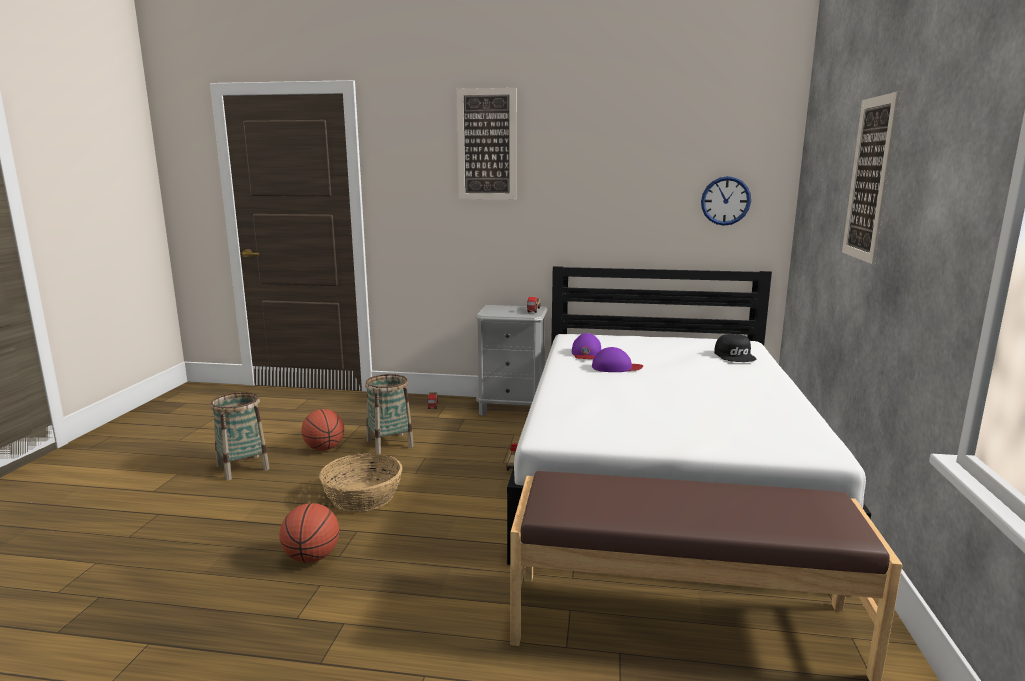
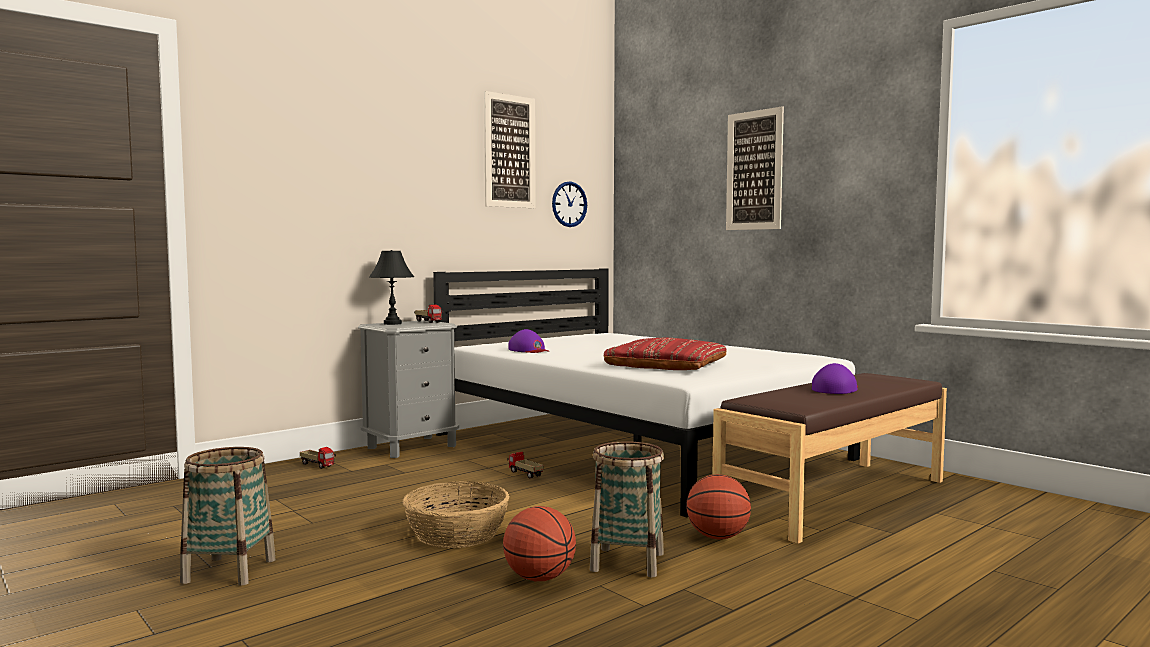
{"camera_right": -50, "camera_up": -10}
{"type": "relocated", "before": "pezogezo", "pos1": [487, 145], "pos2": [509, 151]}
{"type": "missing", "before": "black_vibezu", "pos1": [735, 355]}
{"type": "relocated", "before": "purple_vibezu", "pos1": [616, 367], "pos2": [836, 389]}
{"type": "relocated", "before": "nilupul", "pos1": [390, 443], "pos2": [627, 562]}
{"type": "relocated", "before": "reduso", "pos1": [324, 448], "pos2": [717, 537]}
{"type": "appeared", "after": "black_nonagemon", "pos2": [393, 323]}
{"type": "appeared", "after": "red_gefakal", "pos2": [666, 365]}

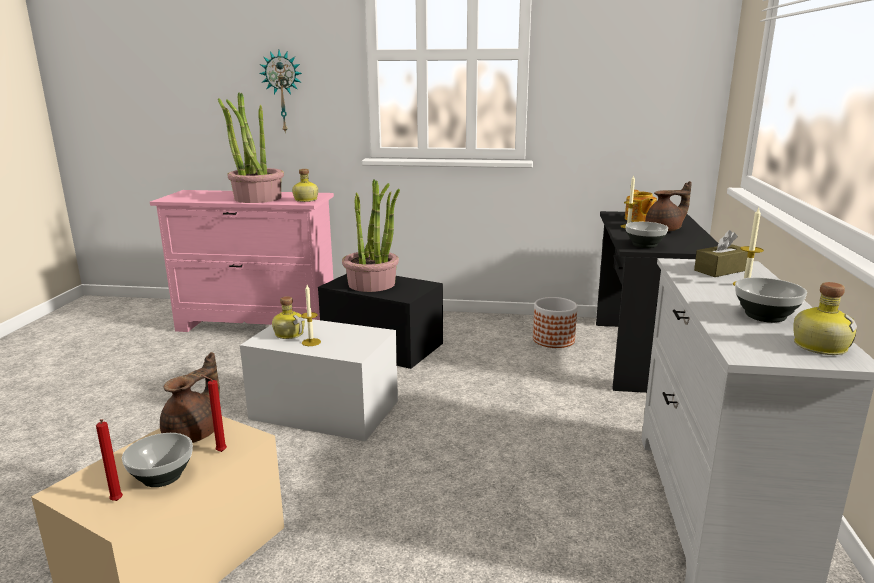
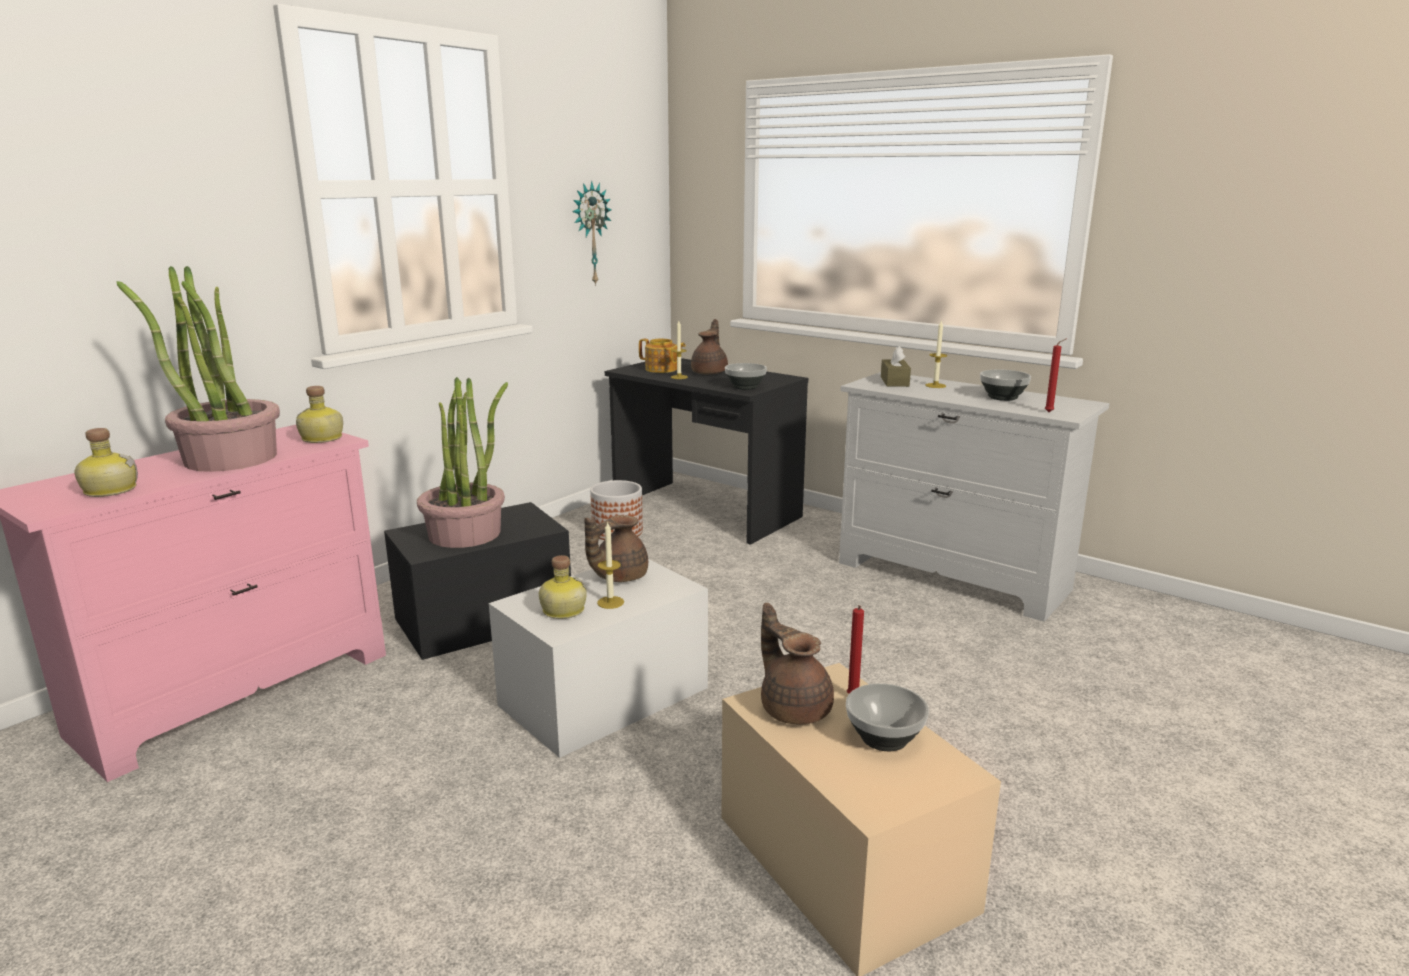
{"camera_right": -60, "camera_up": 0}
{"type": "relocated", "before": "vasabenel", "pos1": [283, 92], "pos2": [590, 233]}
{"type": "relocated", "before": "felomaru", "pos1": [819, 345], "pos2": [109, 490]}
{"type": "relocated", "before": "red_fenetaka", "pos1": [116, 502], "pos2": [1050, 412]}
{"type": "appeared", "after": "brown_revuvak", "pos2": [618, 576]}

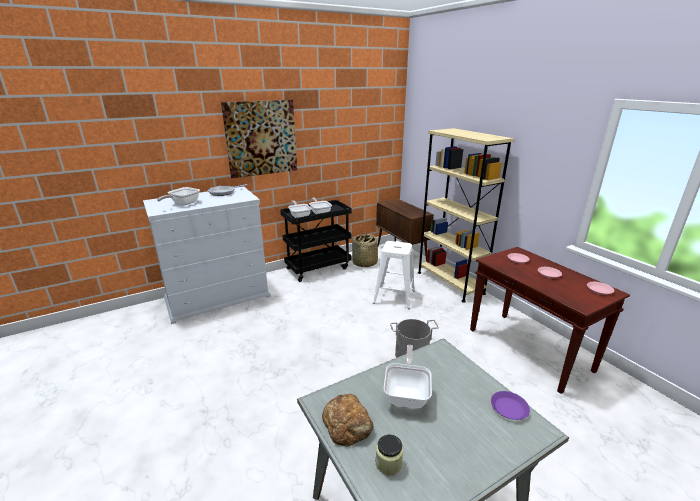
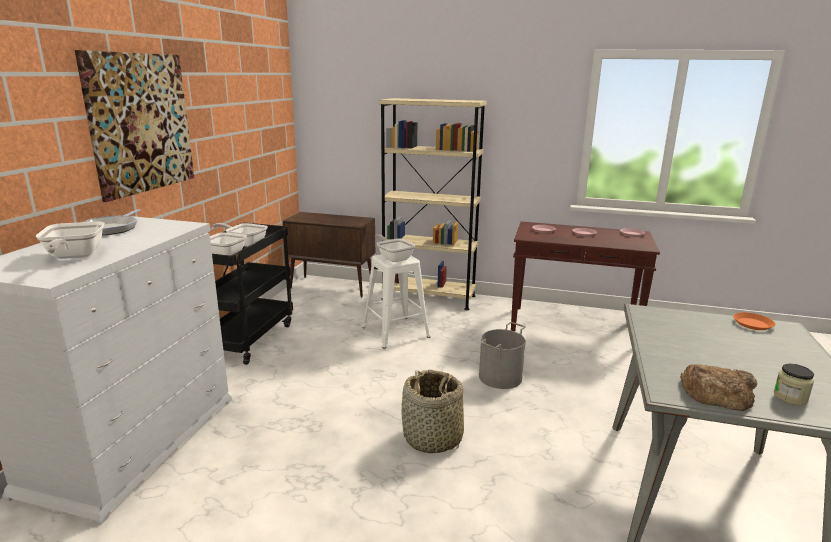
{"camera_right": -45, "camera_up": -5}
{"type": "relocated", "before": "nilupul", "pos1": [364, 263], "pos2": [432, 438]}
{"type": "relocated", "before": "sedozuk", "pos1": [407, 393], "pos2": [394, 258]}
{"type": "colour", "before": "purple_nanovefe", "after": "orange_nanovefe", "pos1": [509, 408], "pos2": [753, 324]}

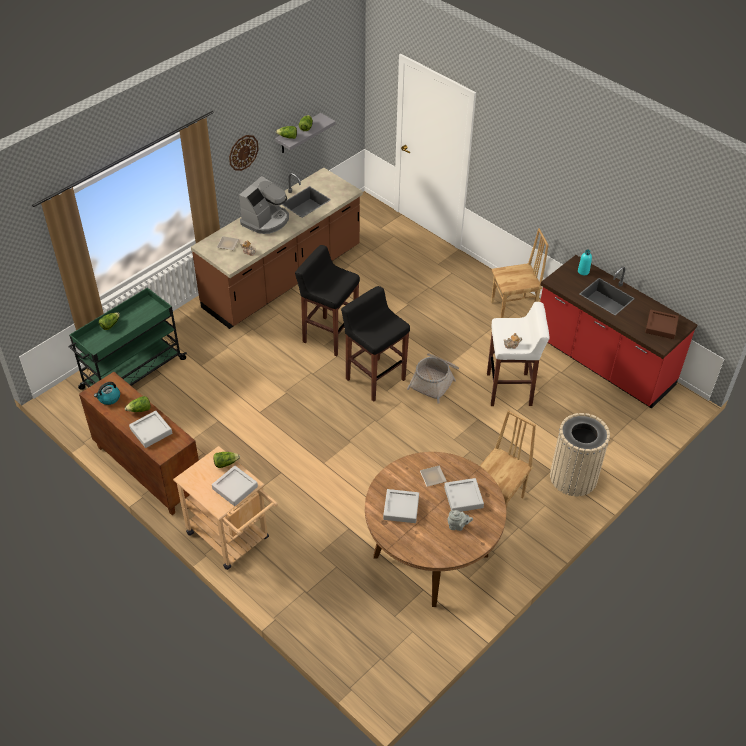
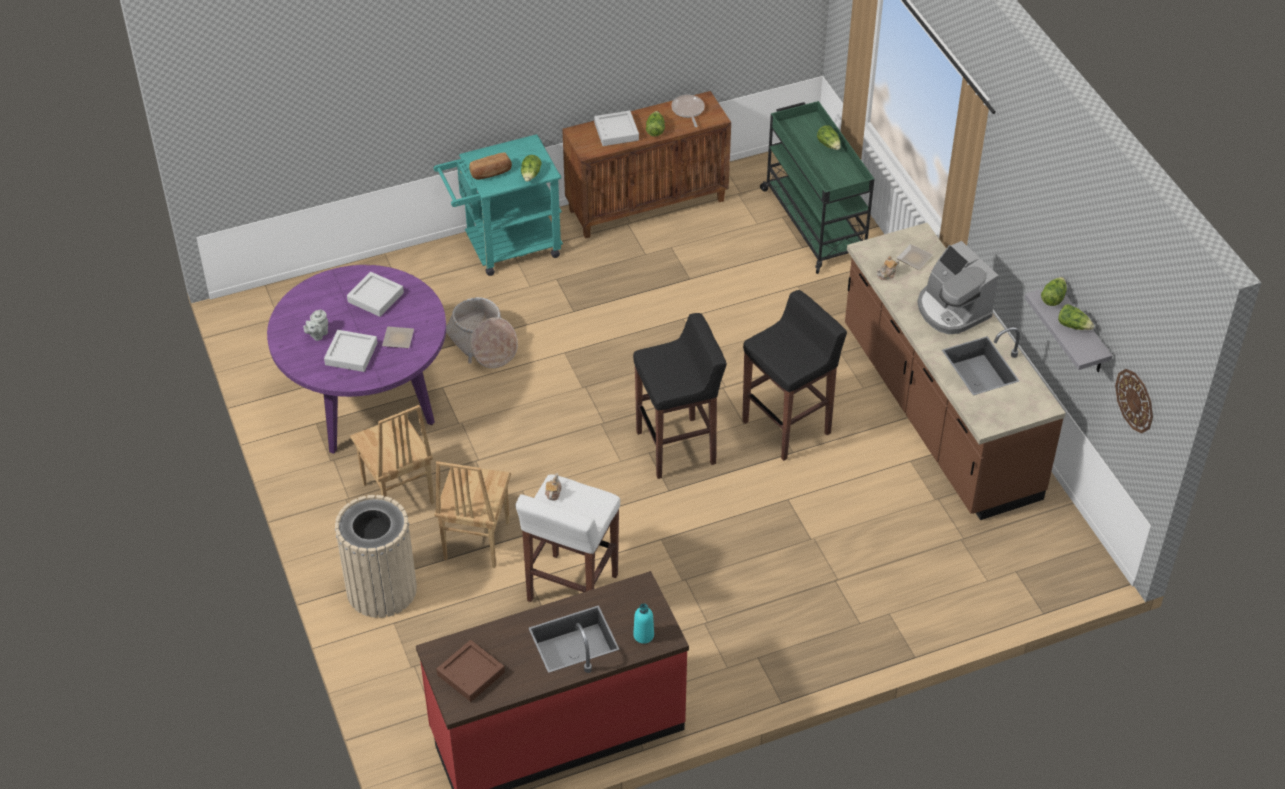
{"camera_right": 115, "camera_up": 0}
{"type": "relocated", "before": "vasabenel", "pos1": [243, 152], "pos2": [1135, 400]}
{"type": "relocated", "before": "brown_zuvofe", "pos1": [513, 310], "pos2": [475, 541]}
{"type": "relocated", "before": "nilupul", "pos1": [434, 381], "pos2": [483, 344]}
{"type": "exchanged", "before": "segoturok", "after": "sedozuk", "pos1": [109, 398], "pos2": [688, 110]}
{"type": "colour", "before": "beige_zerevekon", "after": "turquoise_zerevekon", "pos1": [232, 539], "pos2": [504, 248]}
{"type": "colour", "before": "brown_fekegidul", "after": "purple_fekegidul", "pos1": [430, 556], "pos2": [367, 401]}
{"type": "exchanged", "before": "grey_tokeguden", "after": "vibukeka", "pos1": [235, 488], "pos2": [491, 173]}

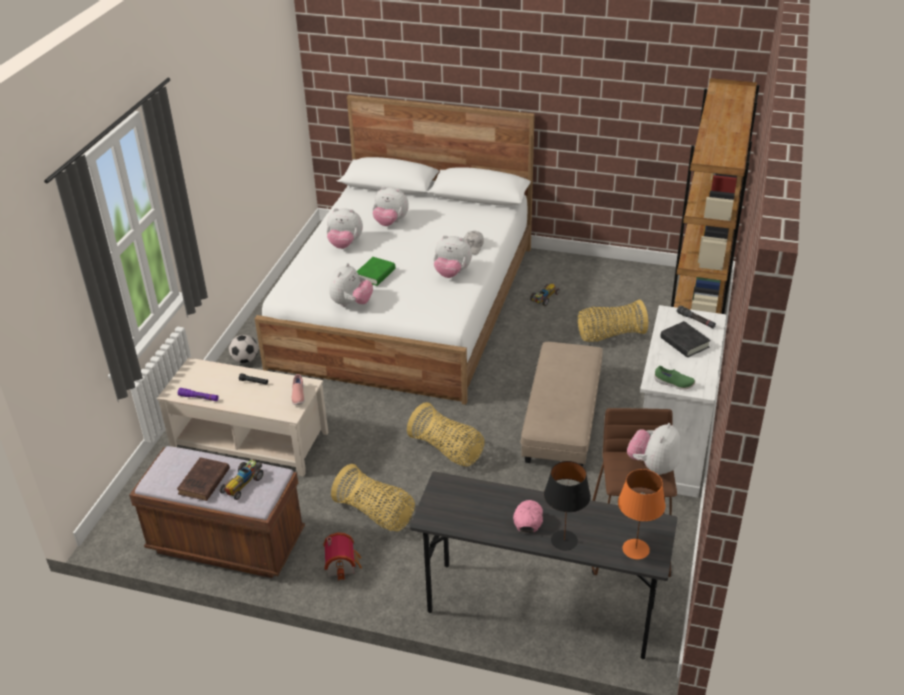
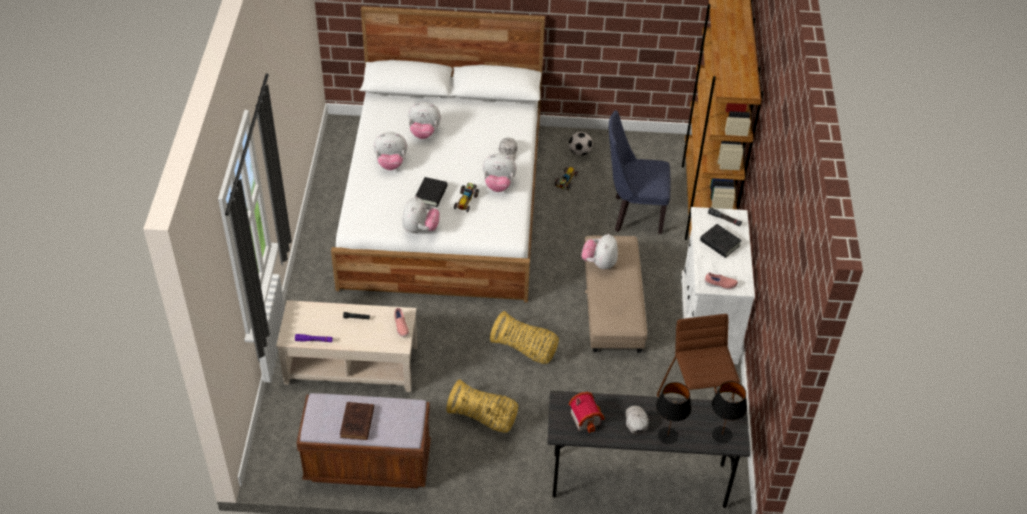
{"camera_right": -15, "camera_up": 10}
{"type": "colour", "before": "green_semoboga", "after": "black_semoboga", "pos1": [375, 274], "pos2": [431, 194]}
{"type": "exchanged", "before": "nilupul", "after": "blue_zuvofe", "pos1": [609, 335], "pos2": [632, 215]}
{"type": "relocated", "before": "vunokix", "pos1": [245, 360], "pos2": [580, 152]}
{"type": "colour", "before": "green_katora", "after": "pink_katora", "pos1": [673, 384], "pos2": [720, 285]}
{"type": "relocated", "before": "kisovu", "pos1": [653, 466], "pos2": [599, 263]}
{"type": "relocated", "before": "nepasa", "pos1": [243, 483], "pos2": [466, 200]}
{"type": "colour", "before": "orange_nonagemon", "after": "black_nonagemon", "pos1": [636, 549], "pos2": [722, 434]}
{"type": "colour", "before": "pink_vibezu", "after": "white_vibezu", "pos1": [528, 519], "pos2": [636, 421]}
{"type": "relocated", "before": "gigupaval", "pos1": [342, 564], "pos2": [587, 417]}

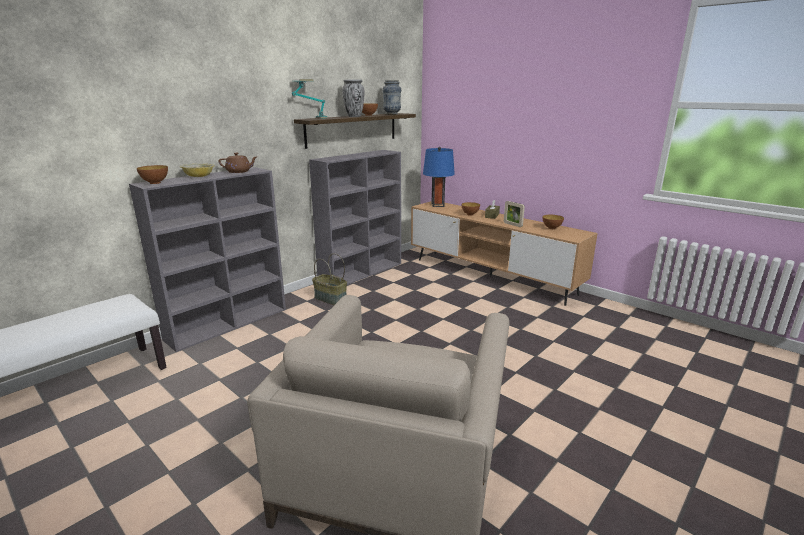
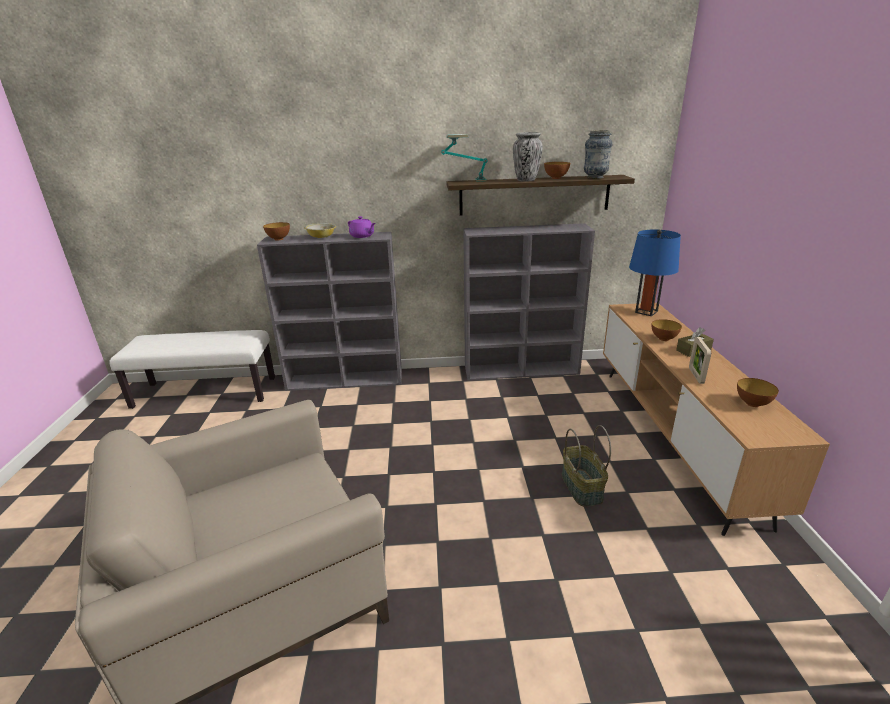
{"camera_right": 45, "camera_up": 5}
{"type": "colour", "before": "brown_revuvak", "after": "purple_revuvak", "pos1": [239, 171], "pos2": [362, 236]}
{"type": "relocated", "before": "nilupul", "pos1": [330, 299], "pos2": [580, 487]}

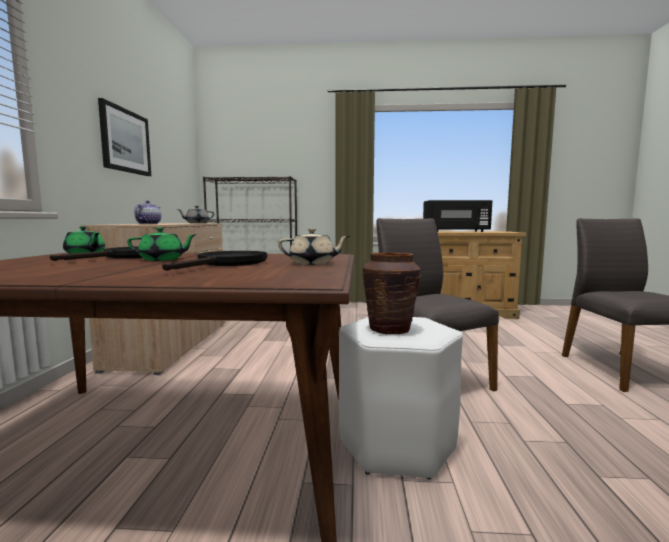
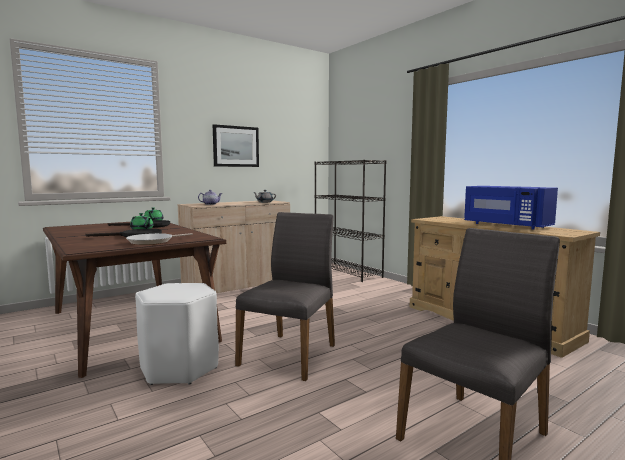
{"camera_right": 50, "camera_up": 0}
{"type": "colour", "before": "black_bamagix", "after": "blue_bamagix", "pos1": [456, 231], "pos2": [505, 225]}
{"type": "exchanged", "before": "beige_revuvak", "after": "sedozuk", "pos1": [313, 263], "pos2": [153, 242]}
{"type": "missing", "before": "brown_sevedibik", "pos1": [390, 329]}

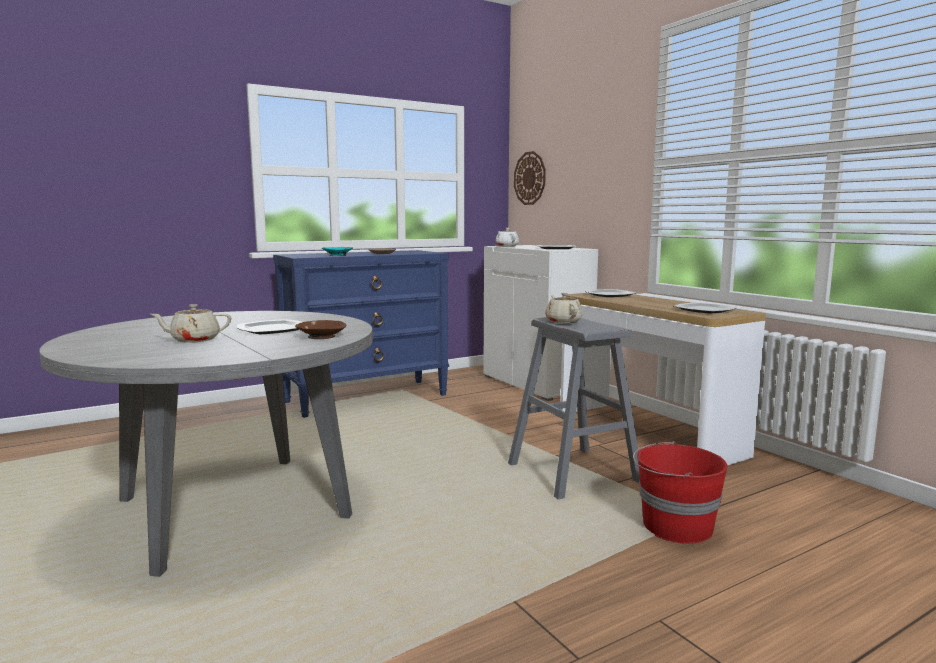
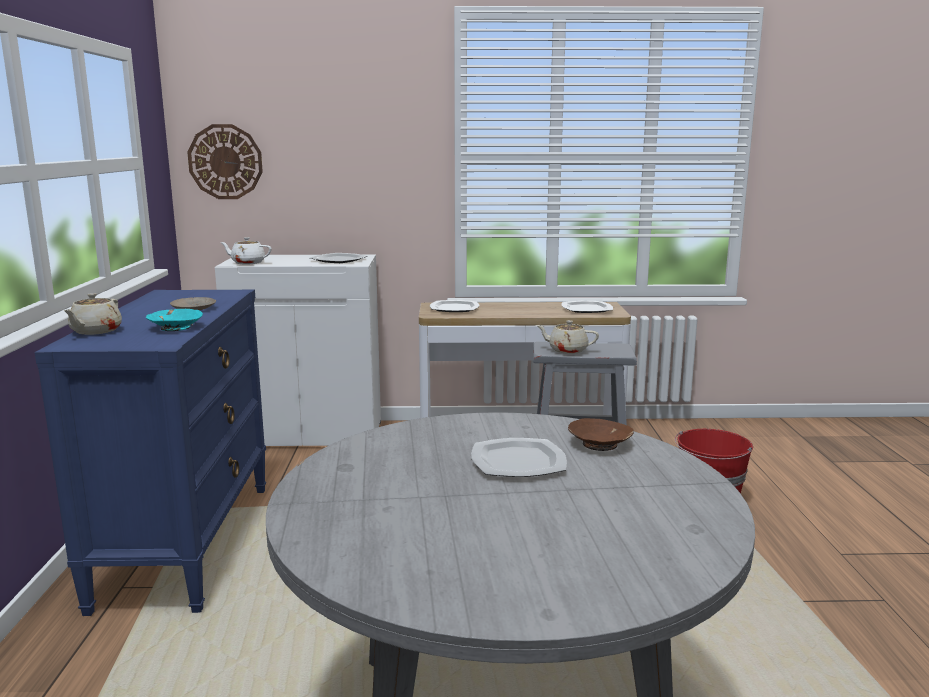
{"camera_right": -60, "camera_up": 5}
{"type": "relocated", "before": "beige_revuvak", "pos1": [194, 340], "pos2": [95, 331]}

